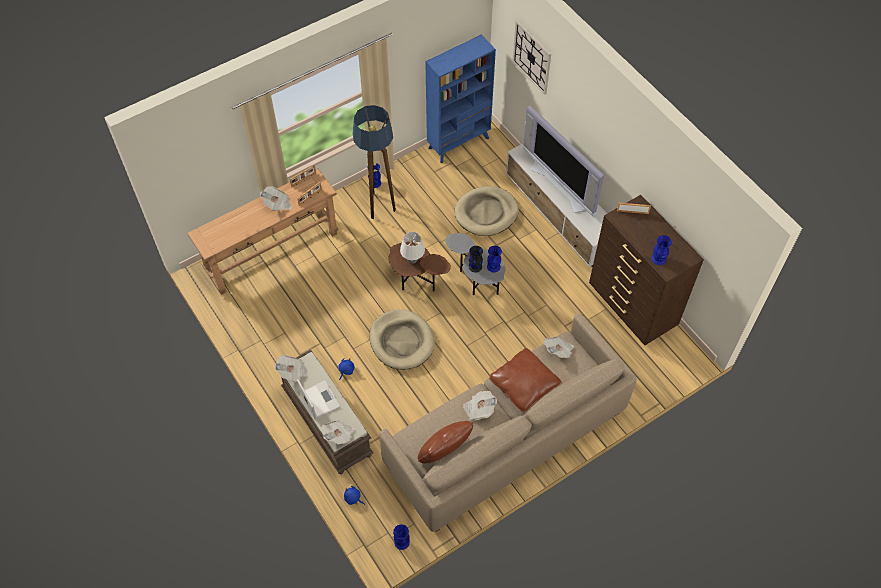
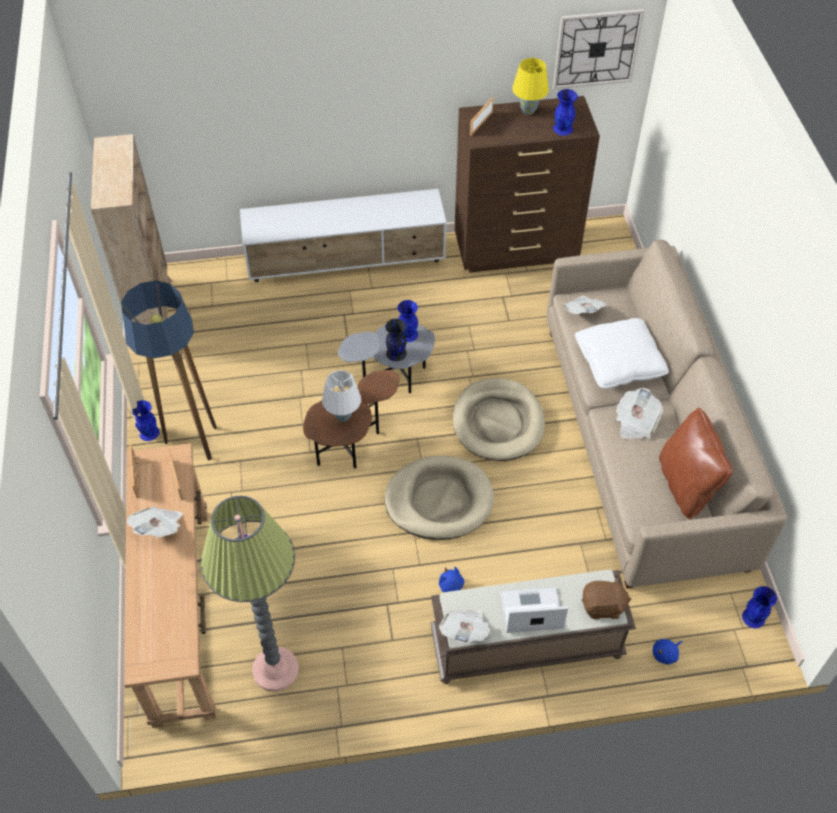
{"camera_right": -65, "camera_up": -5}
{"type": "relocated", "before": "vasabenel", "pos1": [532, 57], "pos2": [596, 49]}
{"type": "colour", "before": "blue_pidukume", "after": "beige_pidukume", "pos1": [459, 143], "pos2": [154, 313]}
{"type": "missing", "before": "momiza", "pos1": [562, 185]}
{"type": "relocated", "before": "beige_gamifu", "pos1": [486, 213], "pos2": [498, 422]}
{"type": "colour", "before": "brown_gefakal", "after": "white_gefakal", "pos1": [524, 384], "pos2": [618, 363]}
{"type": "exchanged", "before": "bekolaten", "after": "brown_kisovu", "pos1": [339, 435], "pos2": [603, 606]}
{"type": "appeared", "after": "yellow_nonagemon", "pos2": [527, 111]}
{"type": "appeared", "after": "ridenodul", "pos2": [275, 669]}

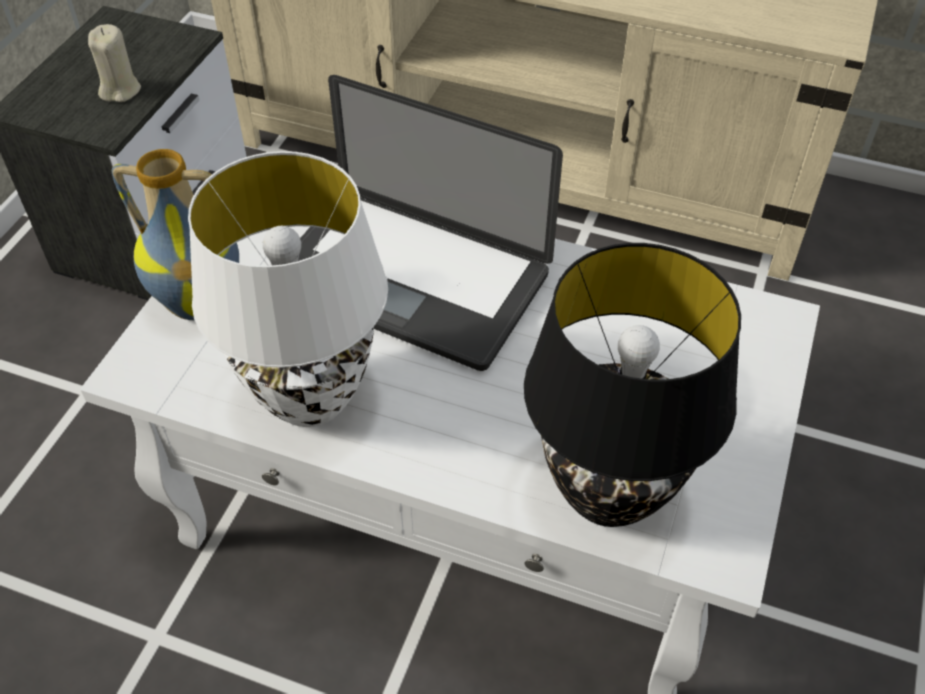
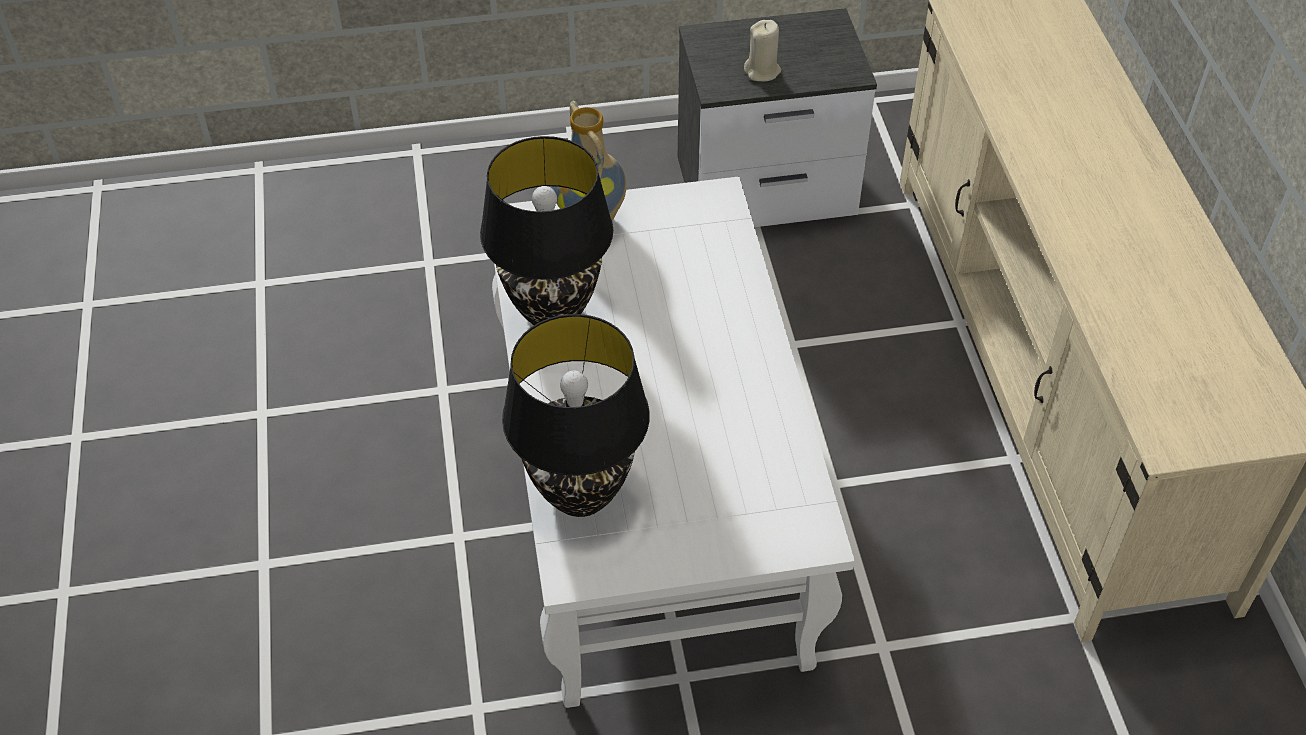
{"camera_right": 60, "camera_up": 0}
{"type": "missing", "before": "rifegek", "pos1": [410, 280]}
{"type": "colour", "before": "white_nonagemon", "after": "black_nonagemon", "pos1": [310, 397], "pos2": [554, 312]}

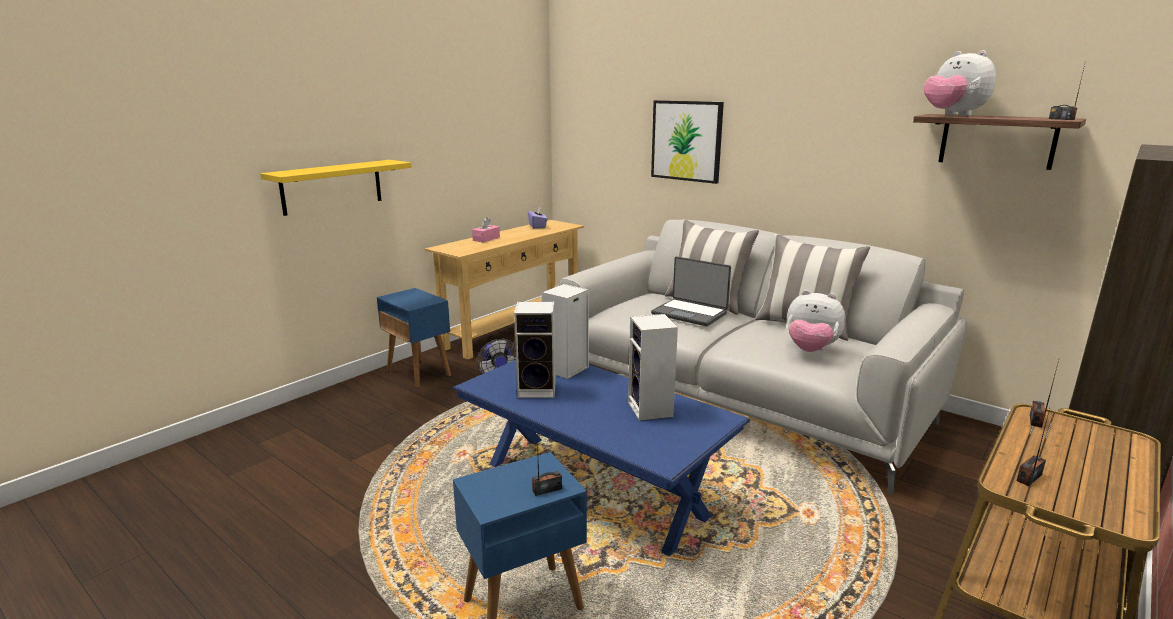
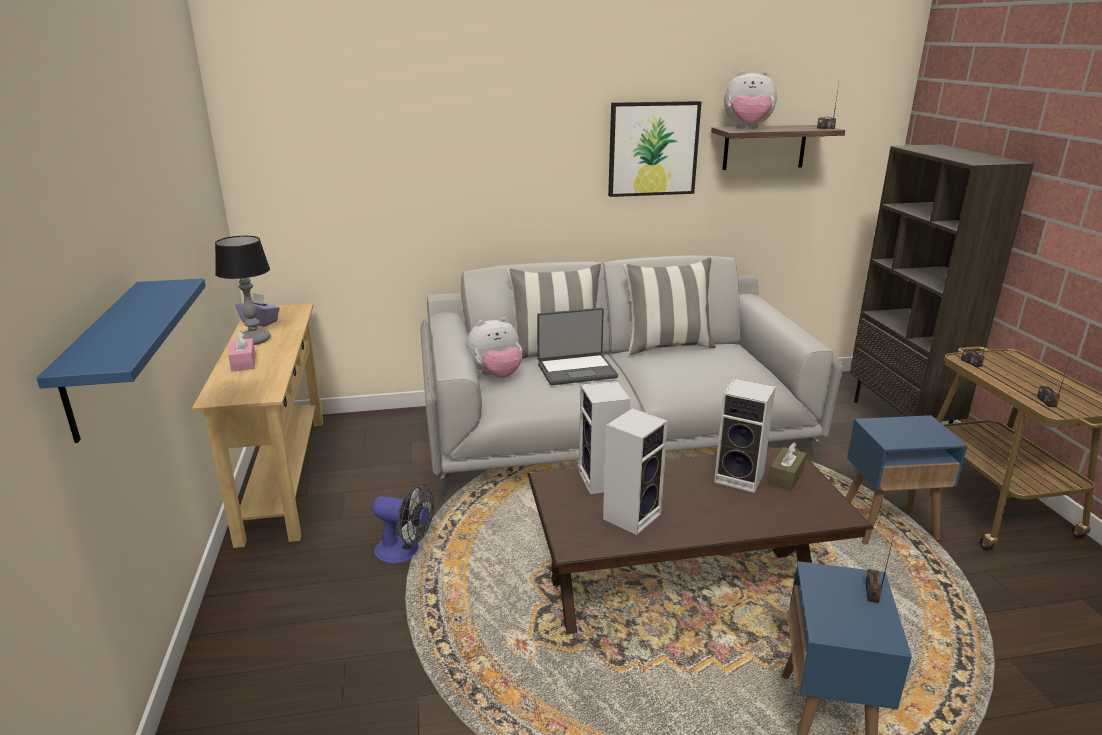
{"camera_right": -50, "camera_up": 5}
{"type": "relocated", "before": "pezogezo", "pos1": [686, 141], "pos2": [653, 149]}
{"type": "colour", "before": "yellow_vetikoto", "after": "blue_vetikoto", "pos1": [332, 186], "pos2": [104, 358]}
{"type": "relocated", "before": "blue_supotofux", "pos1": [419, 373], "pos2": [888, 526]}
{"type": "relocated", "before": "kisovu", "pos1": [810, 350], "pos2": [496, 375]}
{"type": "colour", "before": "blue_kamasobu", "after": "brown_kamasobu", "pos1": [594, 490], "pos2": [682, 589]}
{"type": "appeared", "after": "nonagemon", "pos2": [255, 340]}
{"type": "appeared", "after": "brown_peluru", "pos2": [786, 476]}

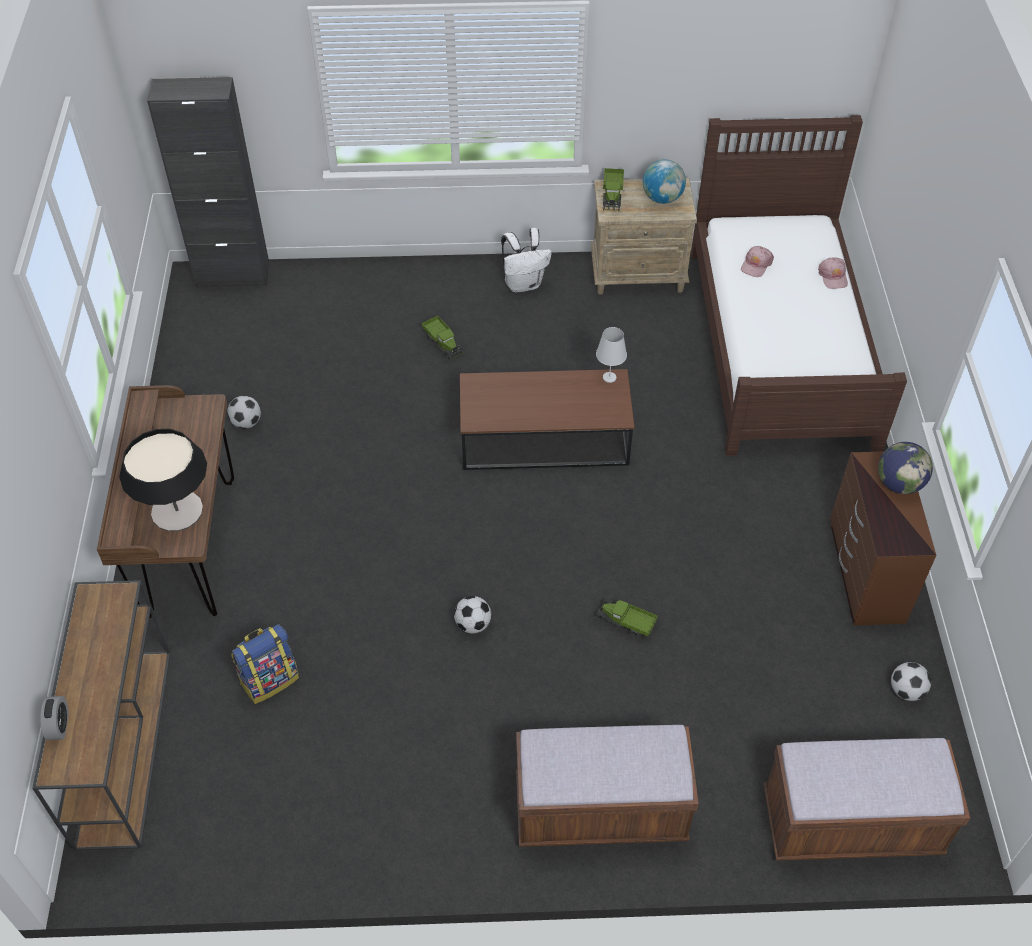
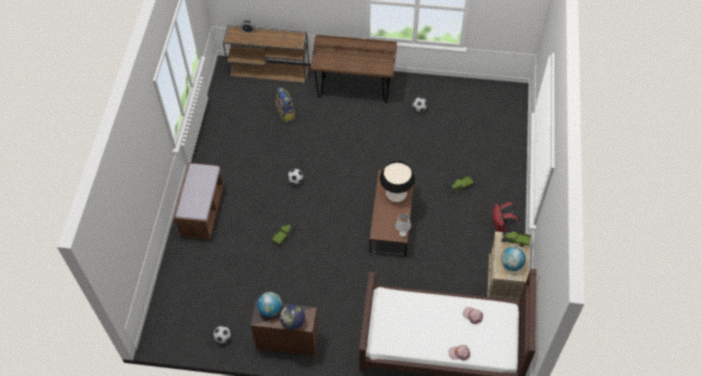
{"camera_right": 100, "camera_up": 5}
{"type": "missing", "before": "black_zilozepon", "pos1": [233, 275]}
{"type": "colour", "before": "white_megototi", "after": "red_megototi", "pos1": [524, 283], "pos2": [500, 227]}
{"type": "relocated", "before": "nonagemon", "pos1": [177, 511], "pos2": [396, 193]}
{"type": "missing", "before": "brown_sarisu", "pos1": [850, 824]}
{"type": "appeared", "after": "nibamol", "pos2": [270, 309]}

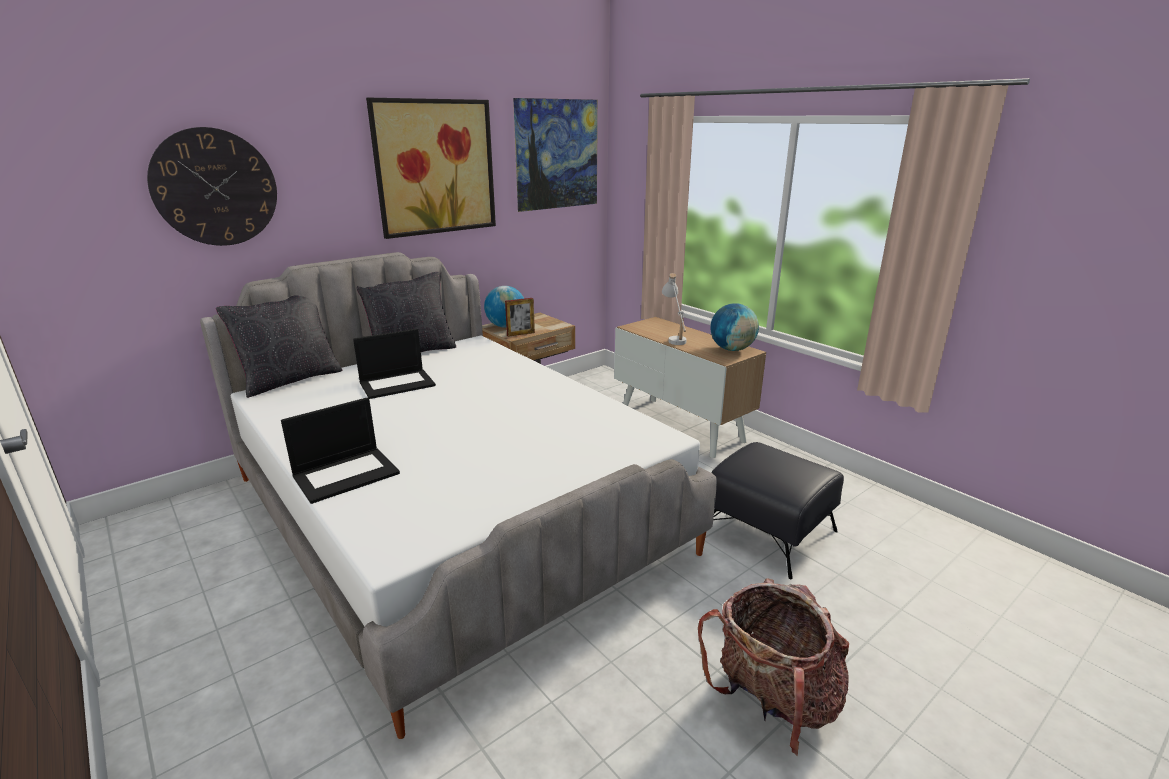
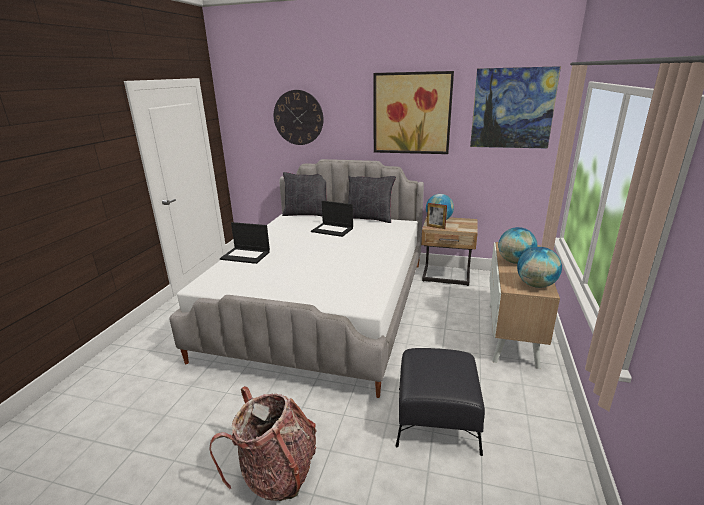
{"camera_right": 55, "camera_up": 0}
{"type": "exchanged", "before": "white_nonagemon", "after": "nibamol", "pos1": [674, 337], "pos2": [515, 262]}

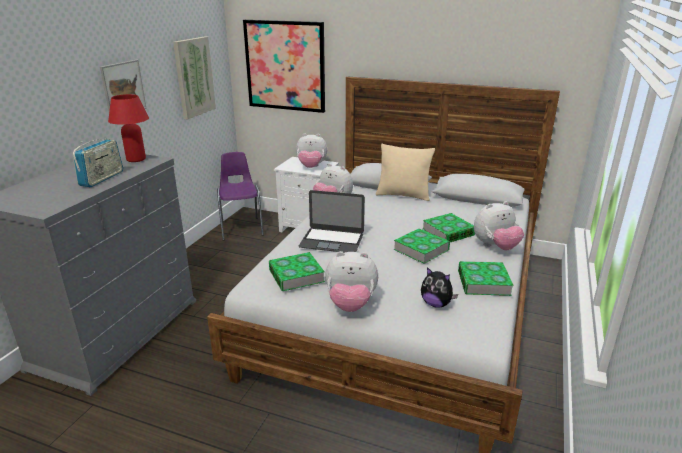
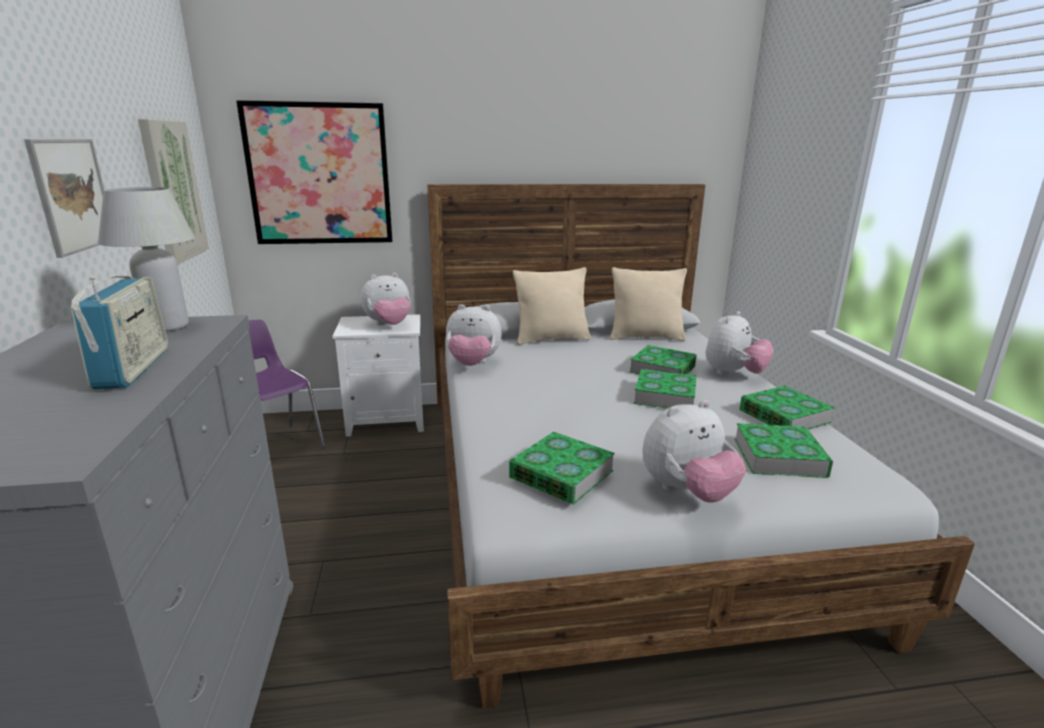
{"camera_right": -30, "camera_up": -5}
{"type": "colour", "before": "red_nonagemon", "after": "white_nonagemon", "pos1": [136, 159], "pos2": [167, 327]}
{"type": "missing", "before": "rifegek", "pos1": [332, 240]}
{"type": "exchanged", "before": "kisovu", "after": "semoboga", "pos1": [436, 304], "pos2": [779, 457]}
{"type": "appeared", "after": "beige_gefakal", "pos2": [645, 337]}

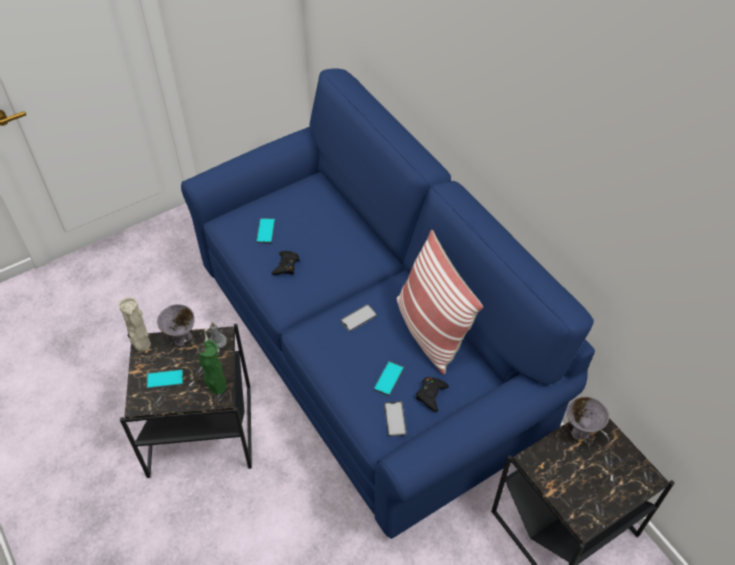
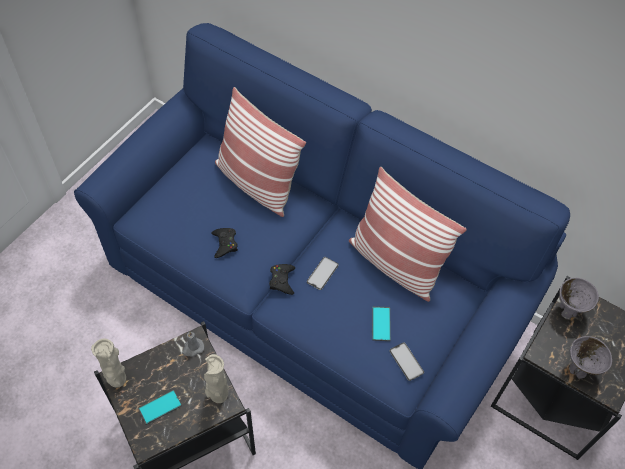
{"camera_right": -25, "camera_up": 5}
{"type": "missing", "before": "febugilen", "pos1": [265, 231]}
{"type": "relocated", "before": "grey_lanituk", "pos1": [182, 338], "pos2": [579, 369]}
{"type": "colour", "before": "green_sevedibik", "after": "beige_sevedibik", "pos1": [217, 387], "pos2": [218, 395]}
{"type": "relocated", "before": "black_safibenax", "pos1": [431, 395], "pos2": [282, 280]}
{"type": "appeared", "after": "gefakal", "pos2": [256, 183]}

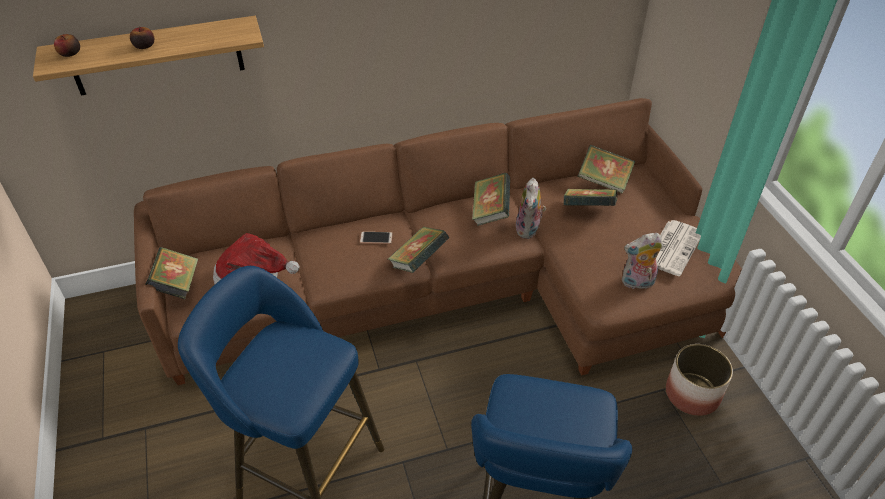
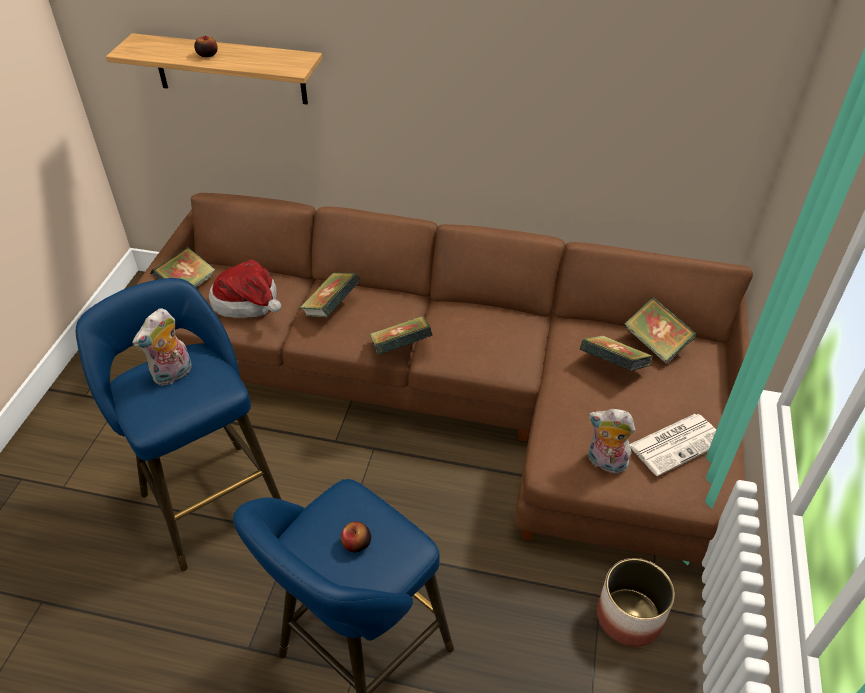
{"camera_right": 30, "camera_up": 0}
{"type": "relocated", "before": "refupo", "pos1": [70, 53], "pos2": [356, 543]}
{"type": "relocated", "before": "semoboga", "pos1": [490, 211], "pos2": [331, 308]}
{"type": "relocated", "before": "kisovu", "pos1": [529, 230], "pos2": [173, 375]}
{"type": "missing", "before": "febugilen", "pos1": [376, 238]}

